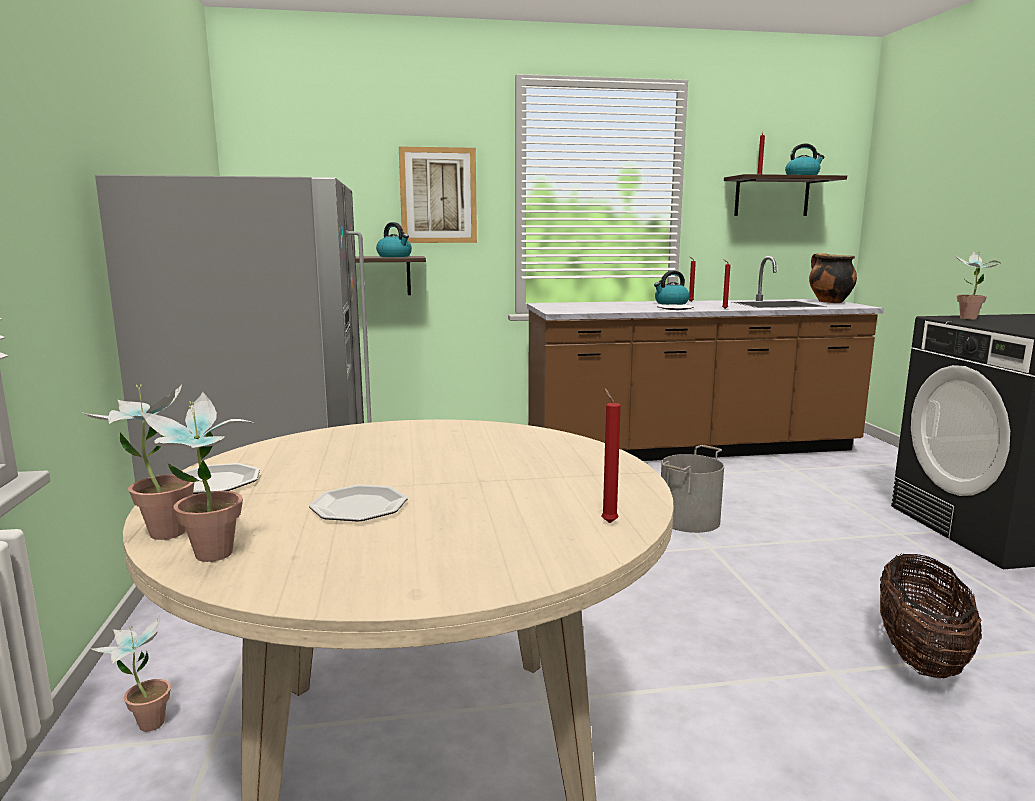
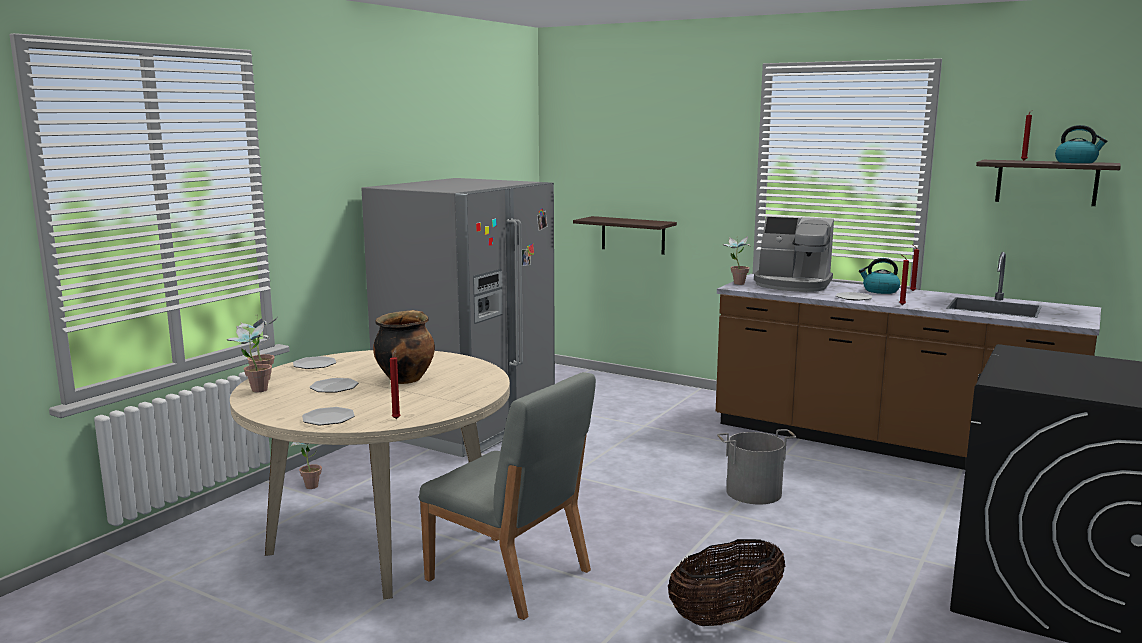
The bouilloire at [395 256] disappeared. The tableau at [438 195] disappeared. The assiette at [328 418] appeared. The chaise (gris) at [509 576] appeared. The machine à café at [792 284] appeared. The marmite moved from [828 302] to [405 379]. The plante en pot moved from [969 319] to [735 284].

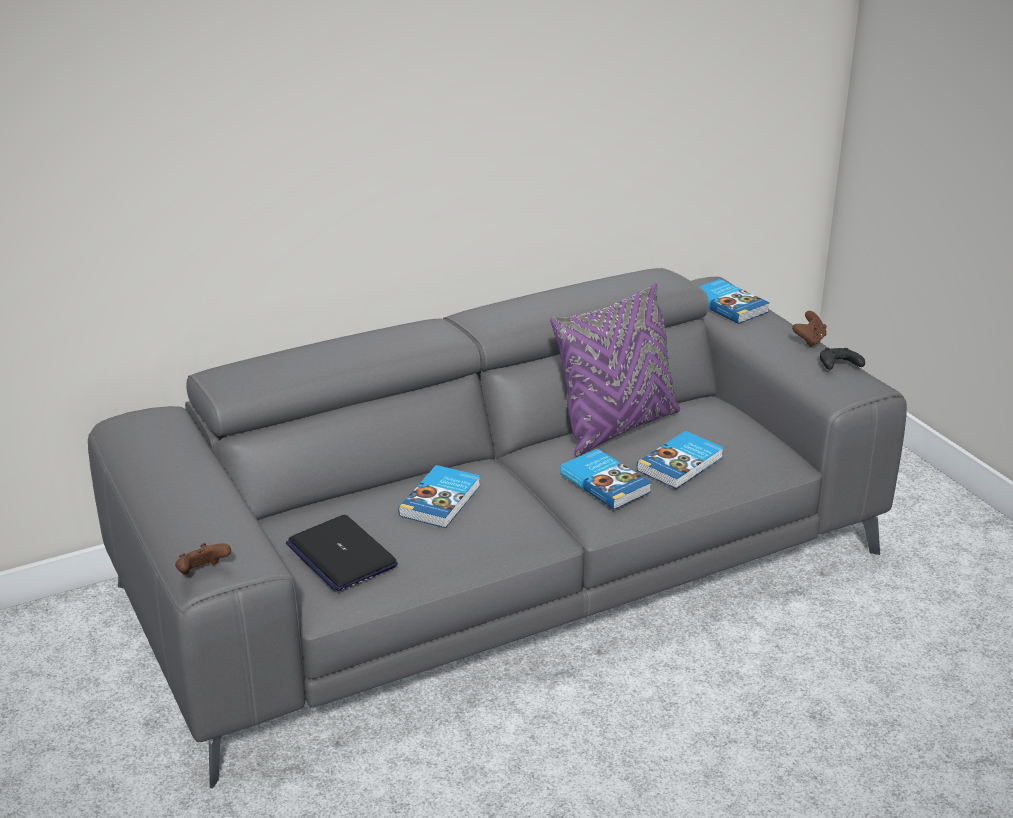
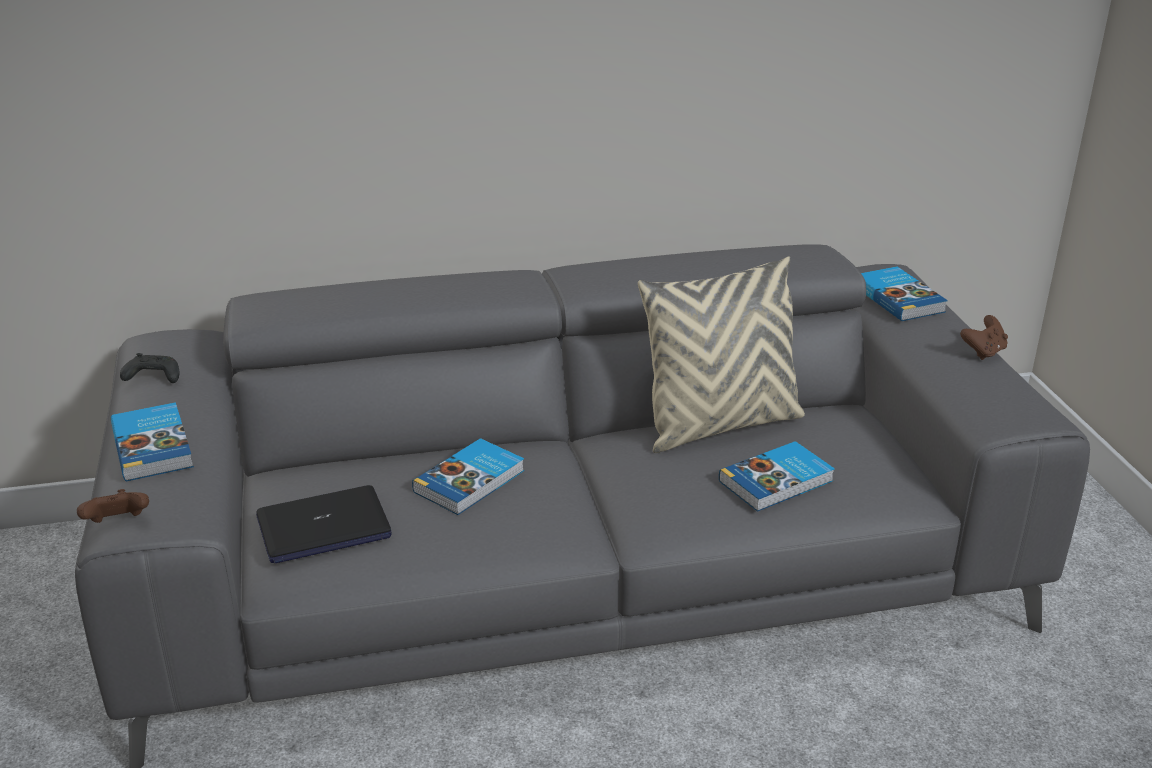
The livre moved from [605 482] to [154 446]. The manette (noir) moved from [838 366] to [152 378]. The coussin (violet) at [616 427] became the coussin (beige) at [720 425]. The ordinateur portable at [341 555] turned 90 degrees counterclockwise.

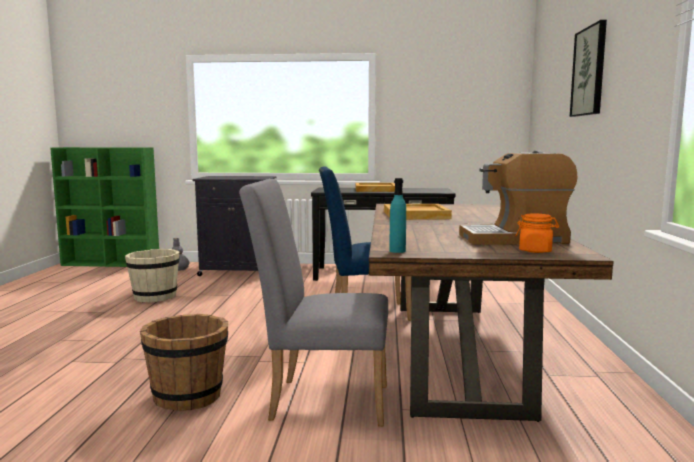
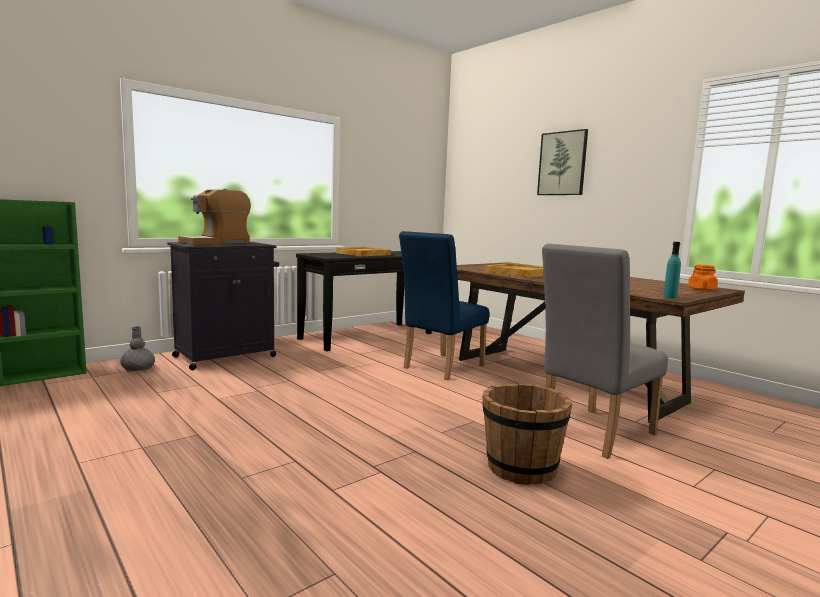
The seau (beige) at [155 297] disappeared. The machine à café moved from [514 239] to [216 243].

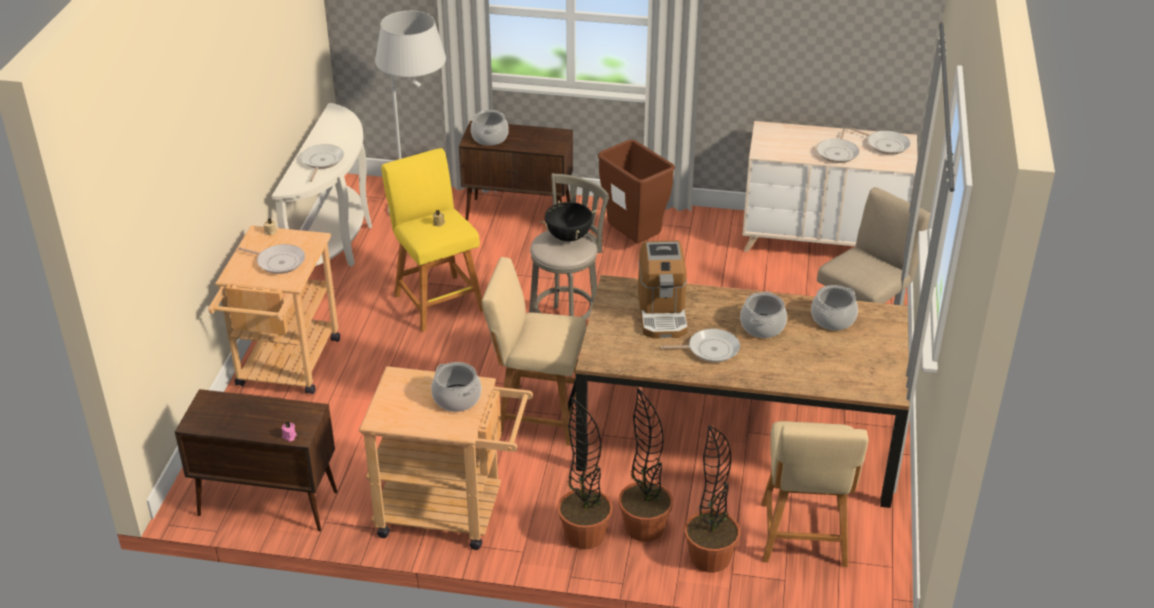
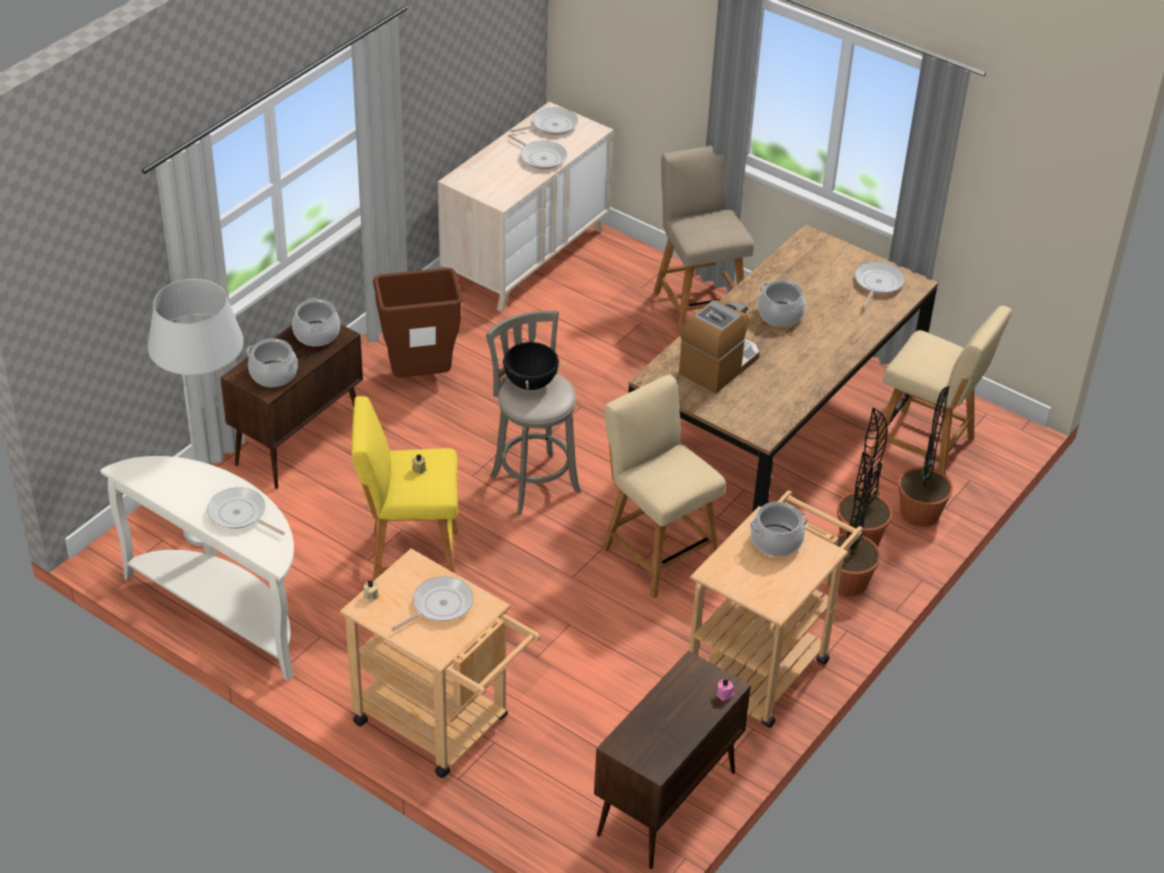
The poêle moved from [710 349] to [877 284]. The marmite moved from [833 319] to [317 334]. The chaise (beige) at [536 414] turned 105 degrees clockwise. The machine à café at [662 313] turned 75 degrees counterclockwise.

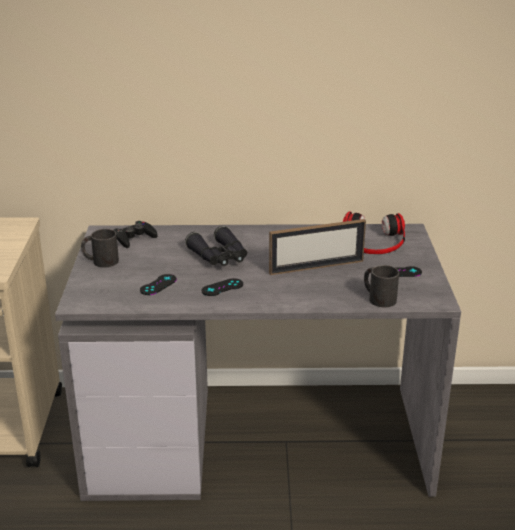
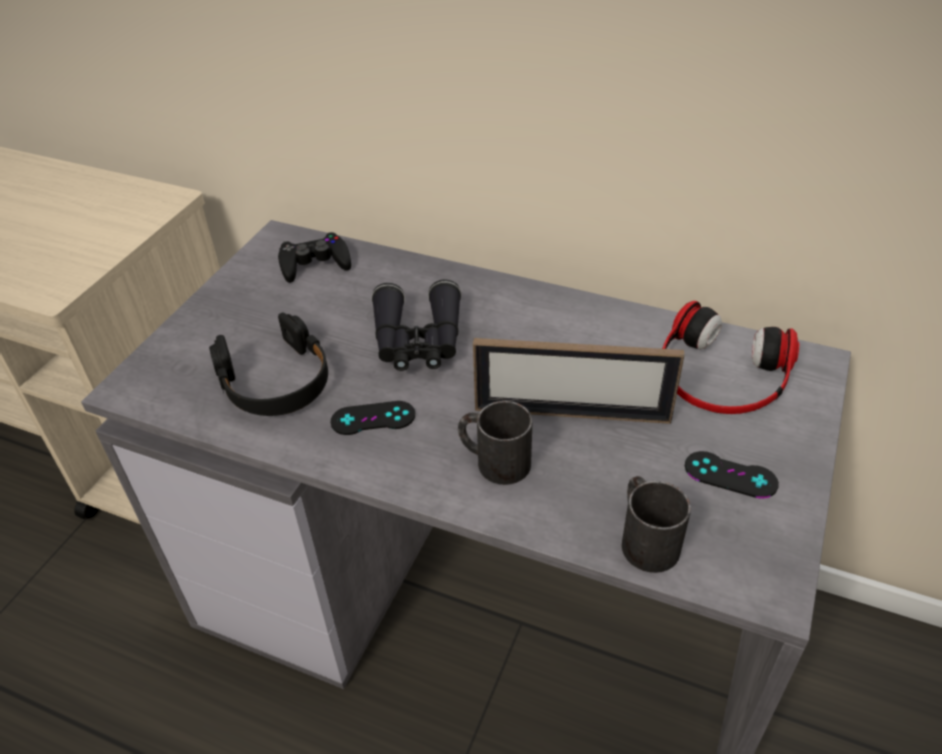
The mug (noir) moved from [100 261] to [493 460]. The manette (noir) at [158 285] was replaced by the casque audio (noir) at [276 381].

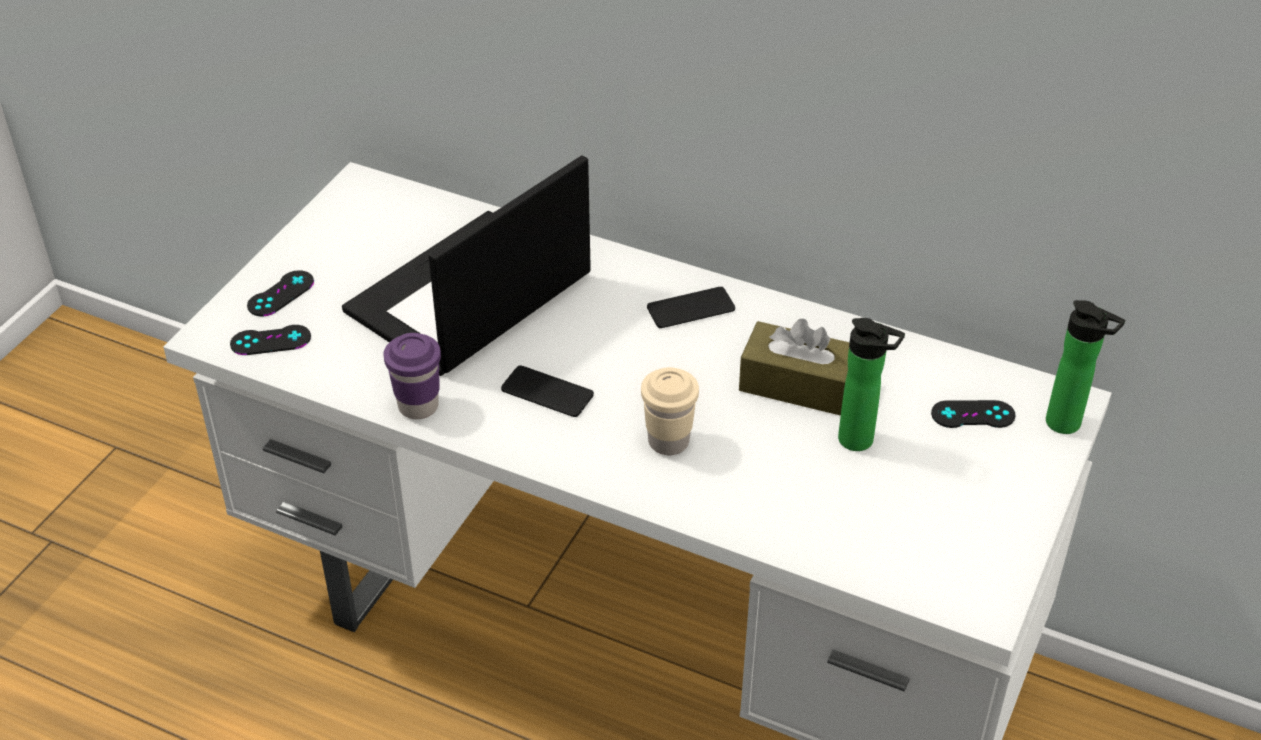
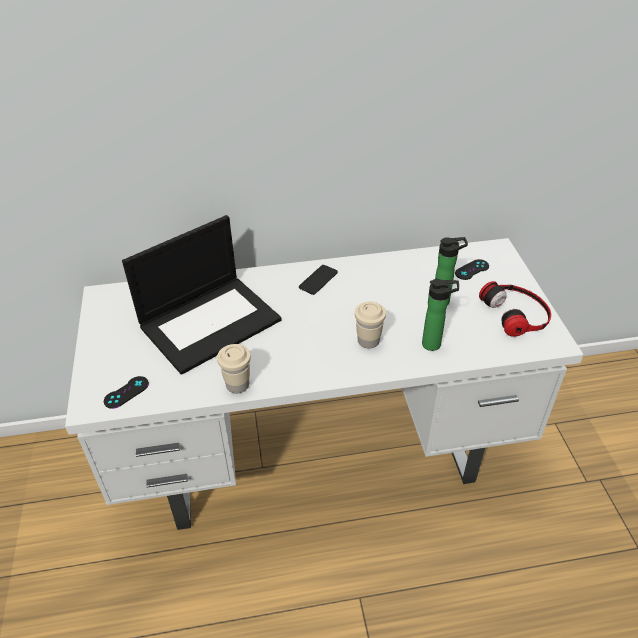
The manette (noir) at [281 294] disappeared. The téléphone at [547 392] disappeared. The boîte à mouchoirs (marron) at [798 385] disappeared. The casque audio at [517 313] appeared. The bouteille moved from [1068 425] to [434 344]. The tasse (violet) at [418 406] became the tasse (beige) at [237 385]. The ordinateur portable at [469 296] turned 135 degrees counterclockwise.

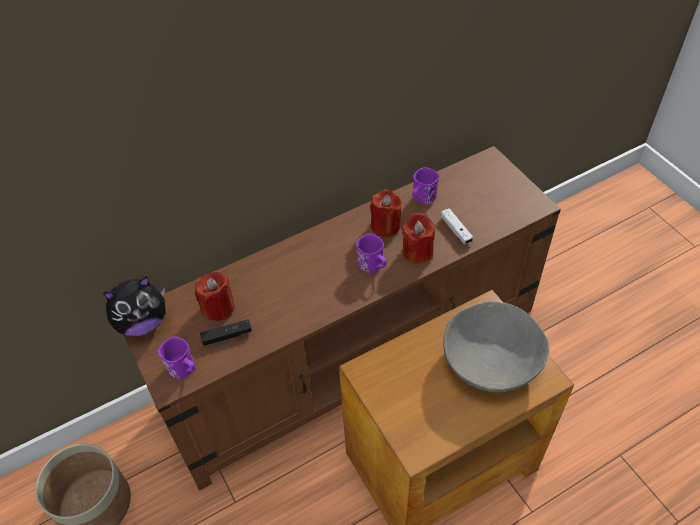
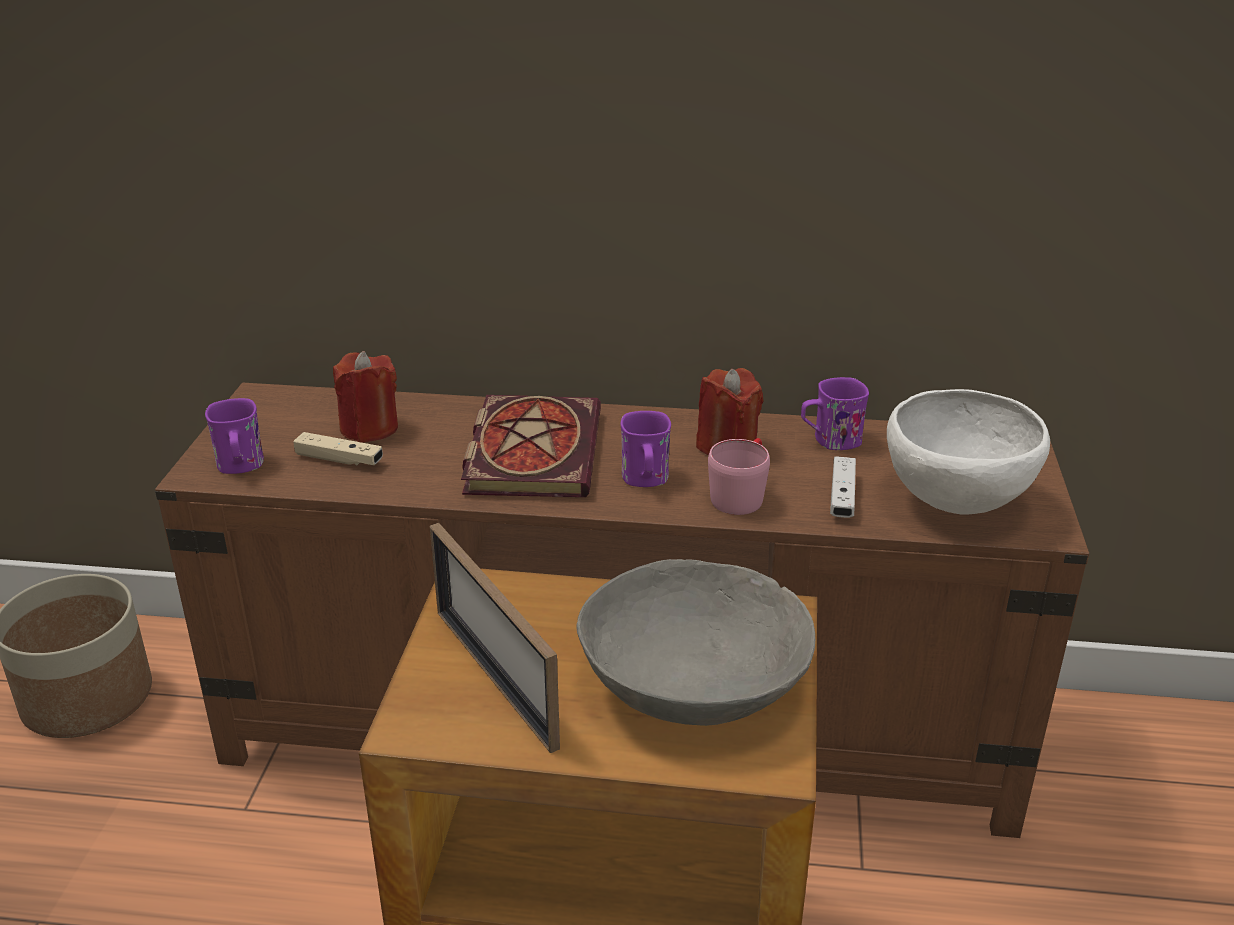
The peluche at [143 323] disappeared. The cadre photo at [495 676] appeared. The livre at [531 450] appeared. The bol (blanc) at [956 504] appeared. The bougie (rouge) at [417 251] was replaced by the mug (rose) at [741 494]. The manette (noir) at [227 336] became the manette (beige) at [339 459].

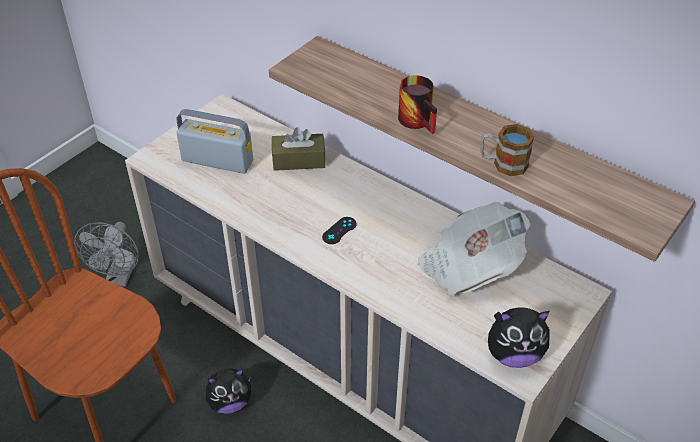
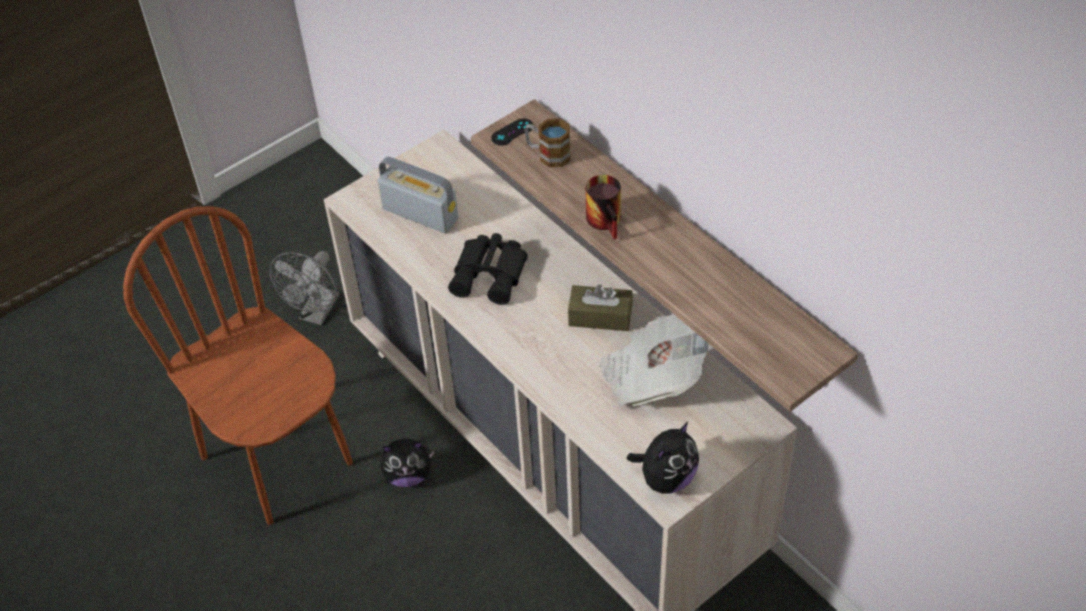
The jumelles (noir) at [491 274] appeared. The boîte à mouchoirs (marron) moved from [299 160] to [600 316]. The manette (noir) moved from [339 230] to [512 132]. The mug moved from [503 164] to [548 154]. The peluche at [513 354] turned 60 degrees counterclockwise.

